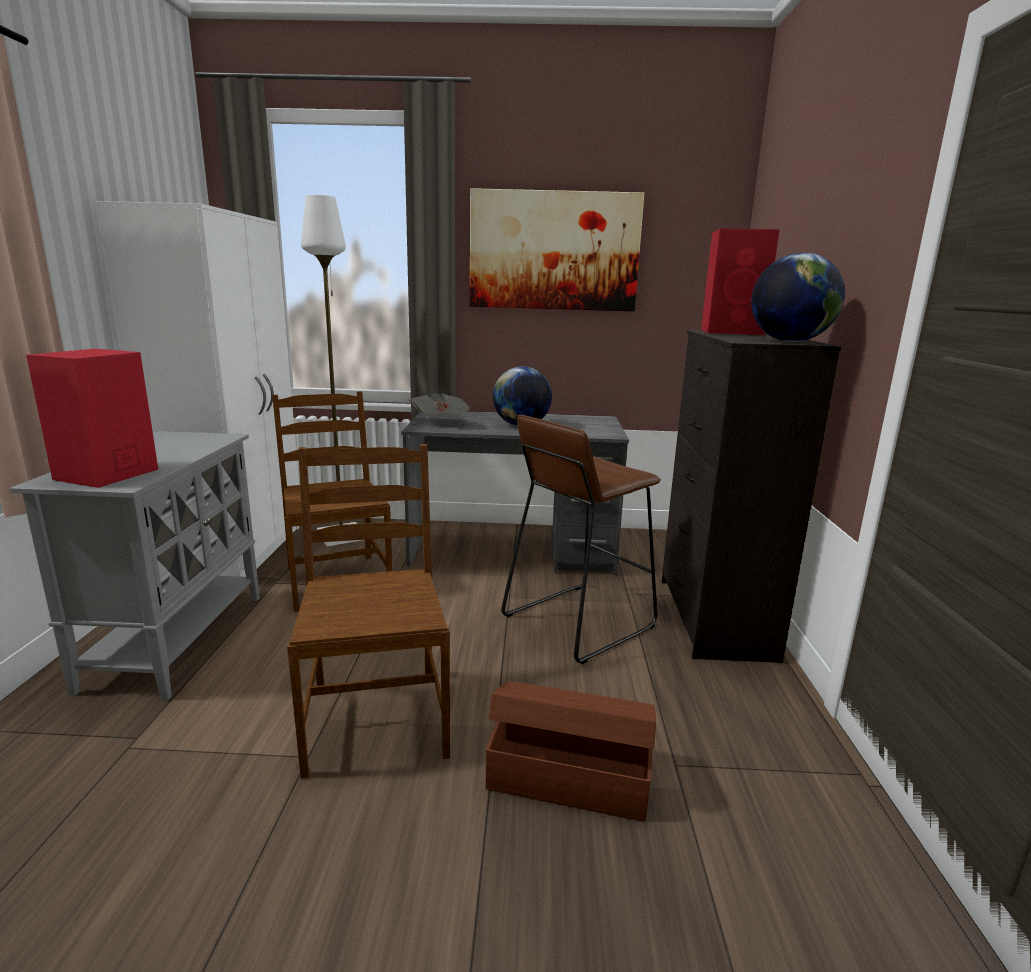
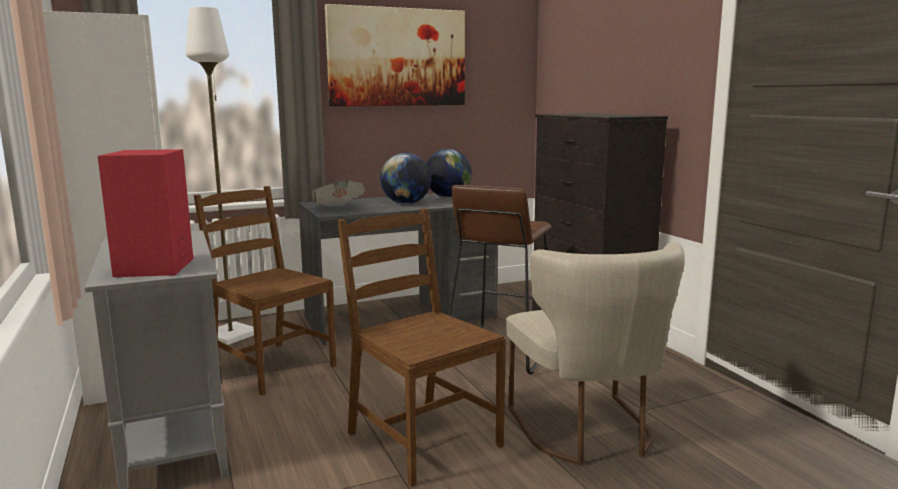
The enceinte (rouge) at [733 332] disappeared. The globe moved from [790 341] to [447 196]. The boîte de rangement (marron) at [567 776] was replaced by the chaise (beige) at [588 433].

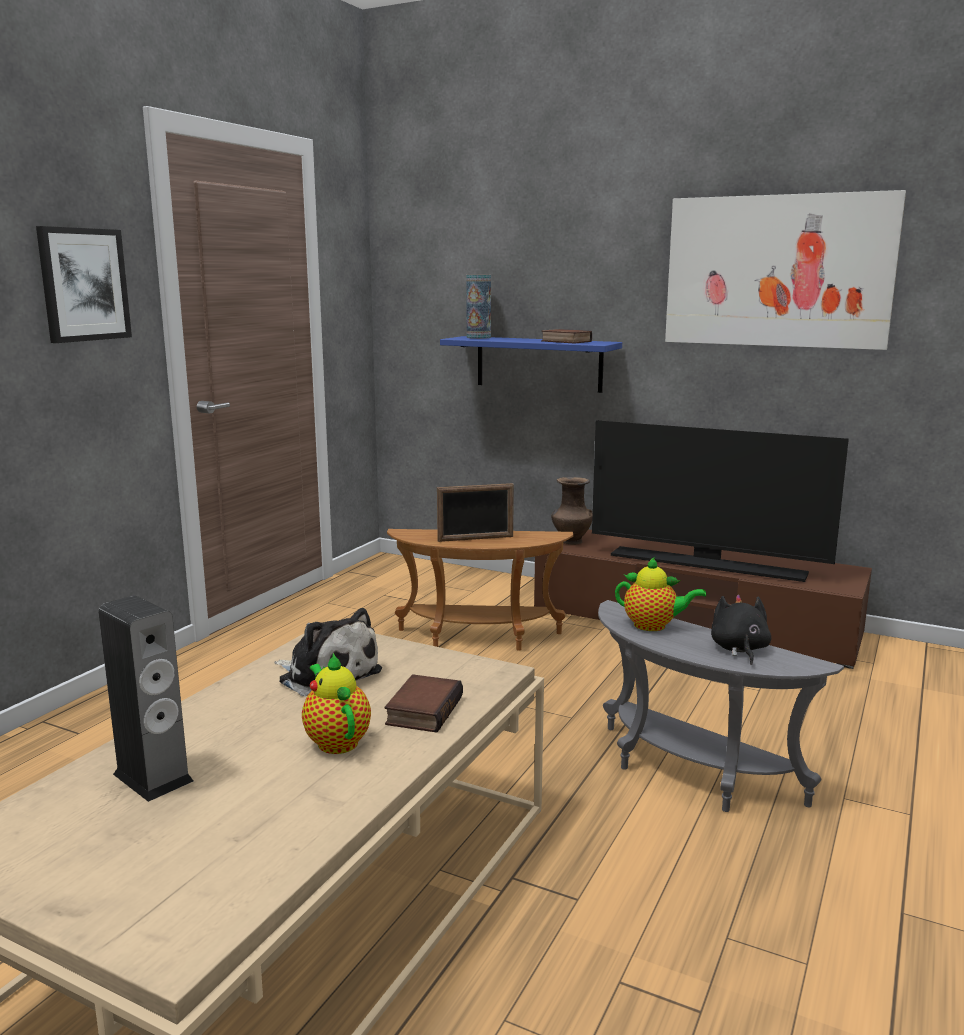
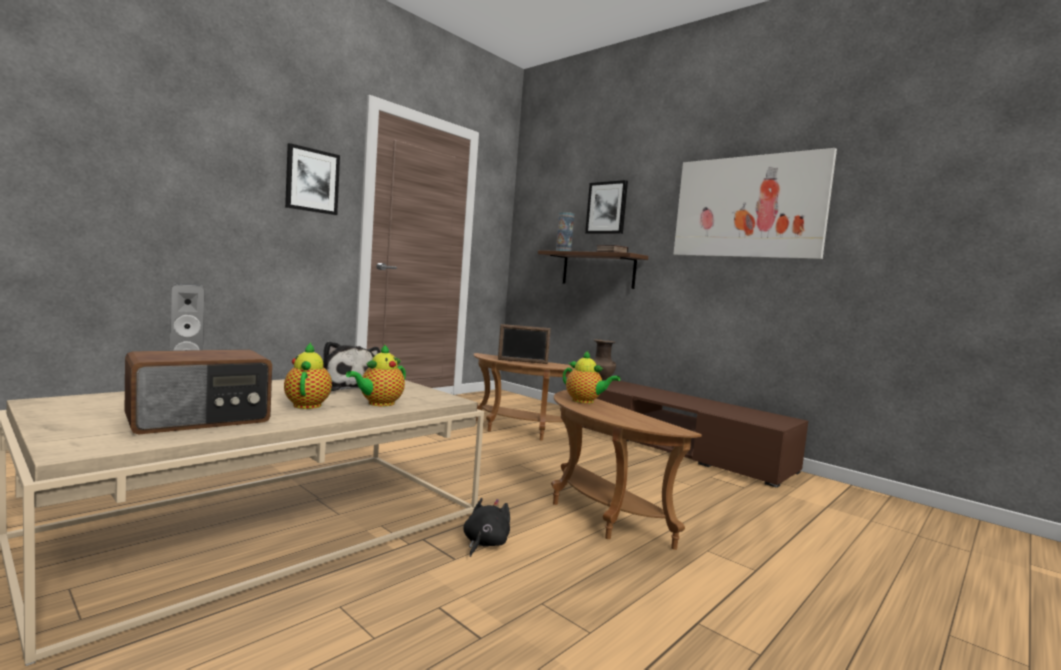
The téléviseur at [708 564] disappeared. The radio at [200 419] appeared. The tableau at [606 208] appeared. The peluche (noir) moved from [739 649] to [484 543]. The livre at [422 710] was replaced by the théière at [379 404]. The étagère (bleu) at [538 363] became the étagère (marron) at [598 270]. The table d'appoint (gris) at [688 775] became the table d'appoint (marron) at [598 515].

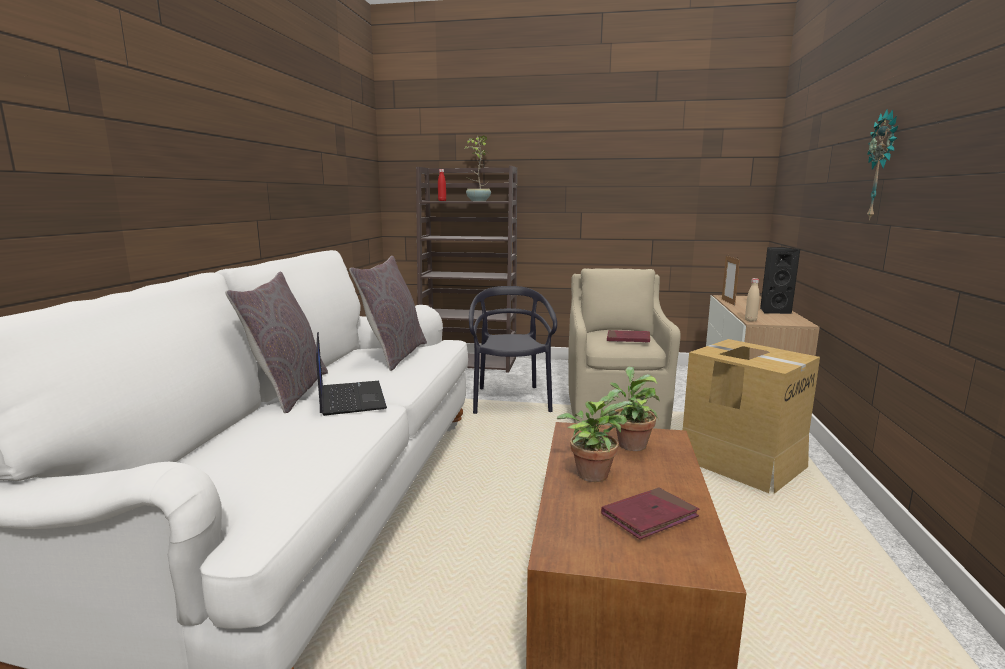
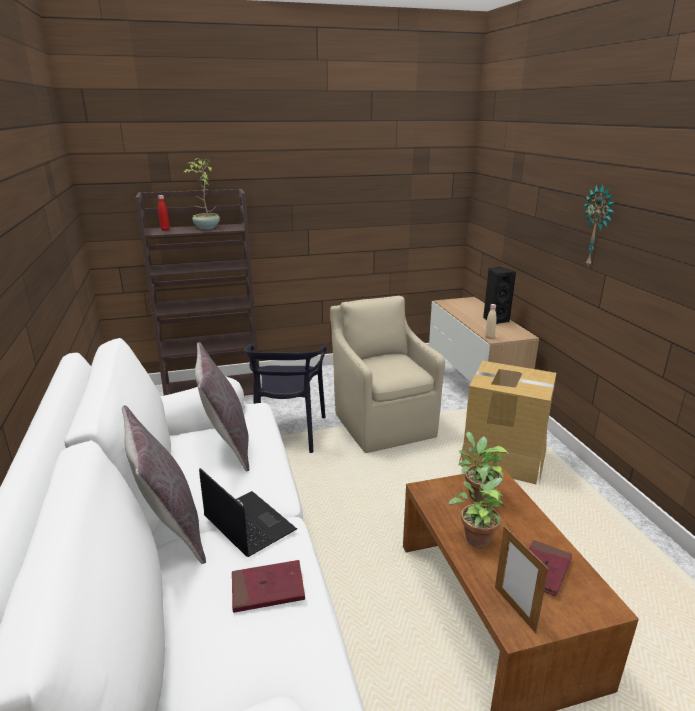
The livre (rouge) moved from [628 339] to [267 589]. The cadre photo moved from [728 302] to [514 609]. The chaise (noir) at [510 400] turned 150 degrees counterclockwise.

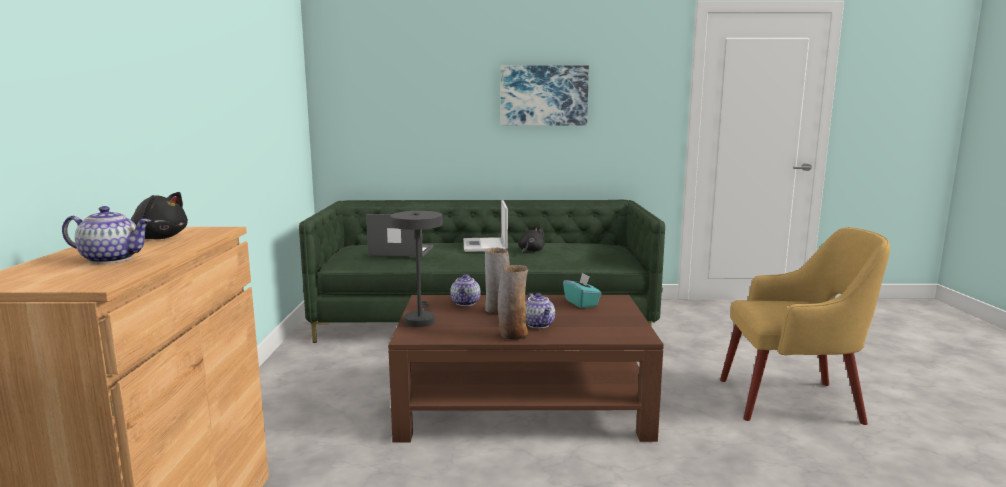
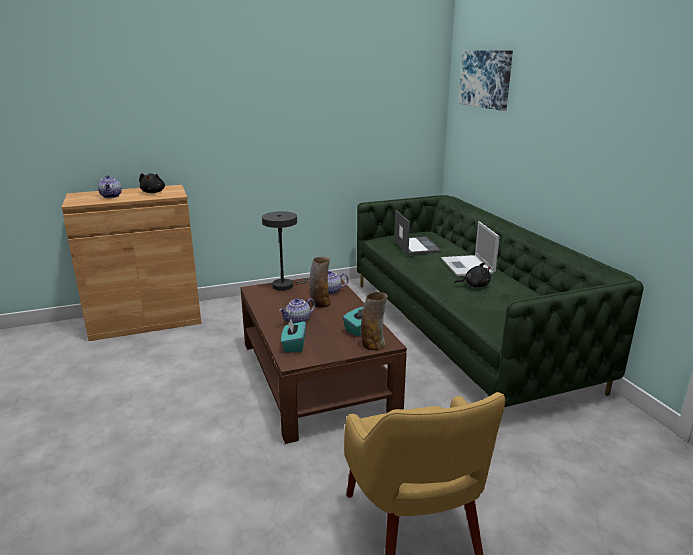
The boîte à mouchoirs (turquoise) at [294 345] appeared. The vase moved from [513 335] to [373 345]. The tableau moved from [543 95] to [486 79]. The ordinateur portable at [485 245] turned 75 degrees counterclockwise.

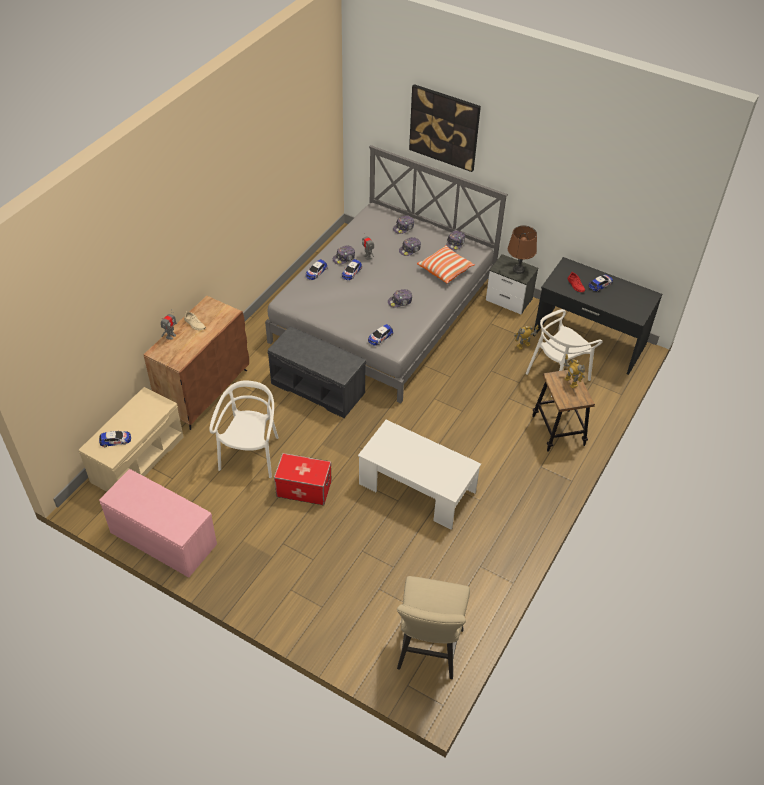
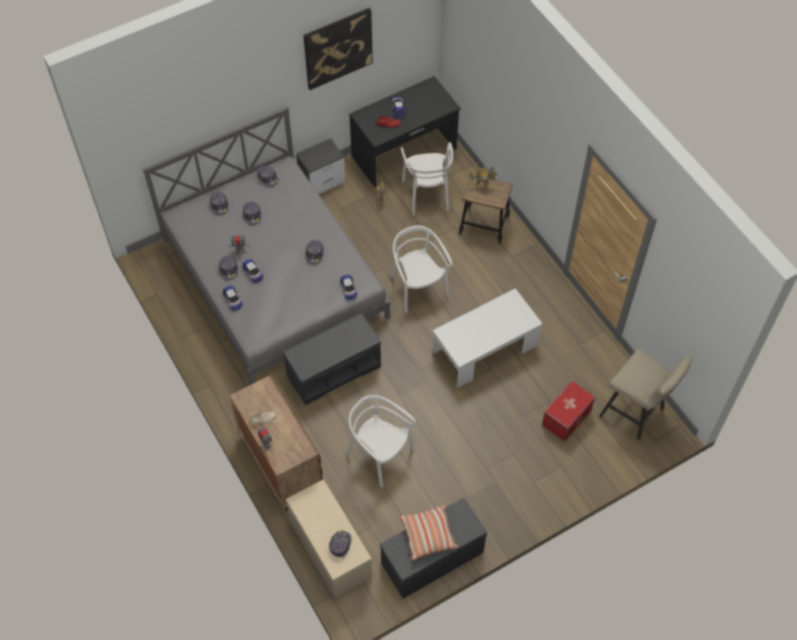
The lampe de table (marron) at [518 269] disappeared. The chaise (blanc) at [418 288] appeared. The boîte de rangement moved from [303 489] to [566 418]. The tableau moved from [444 127] to [338 48]. The coussin moved from [445 270] to [427 535]. The petite voiture at [115 440] was replaced by the casquette at [340 544]. The banc (rose) at [162 538] became the banc (gris) at [432 559].

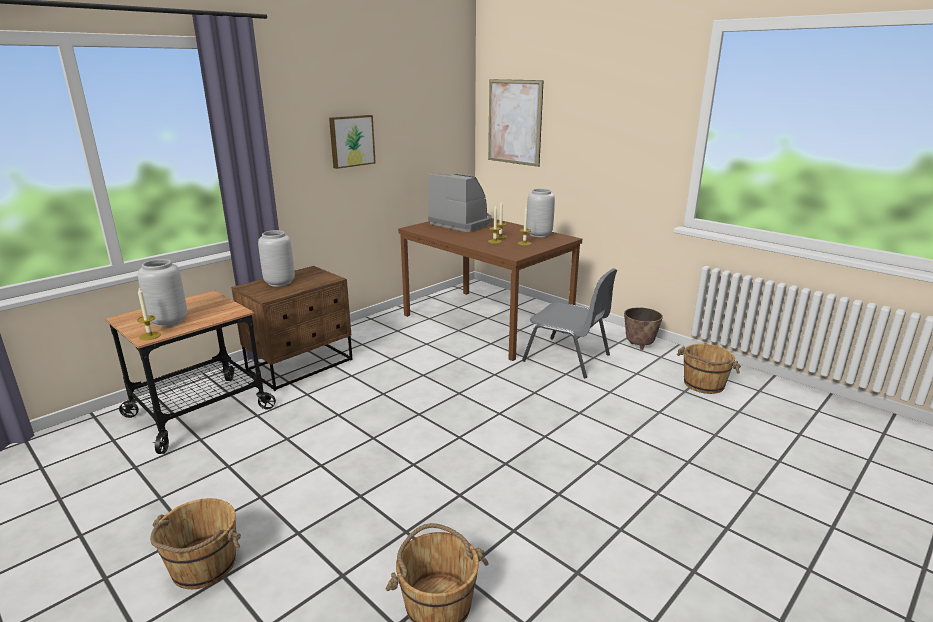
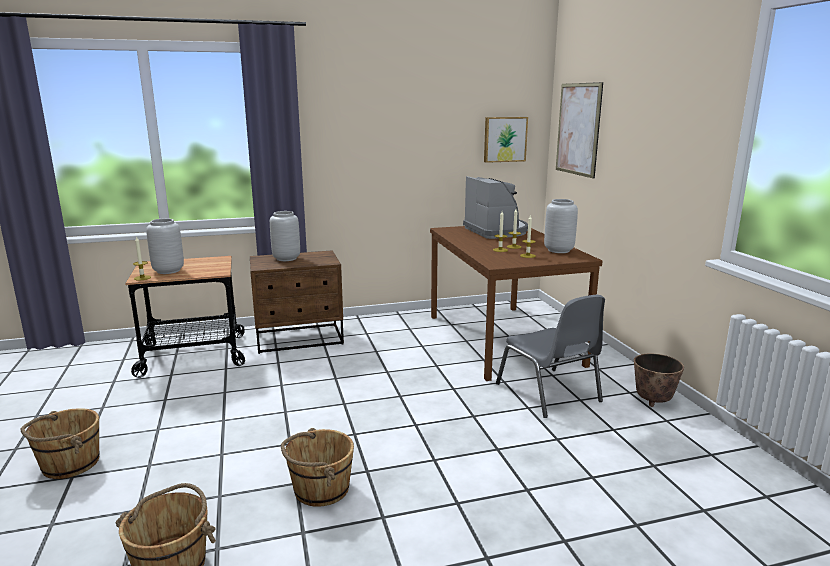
The tableau moved from [351 141] to [504 139]. The seau (marron) moved from [703 384] to [320 489].

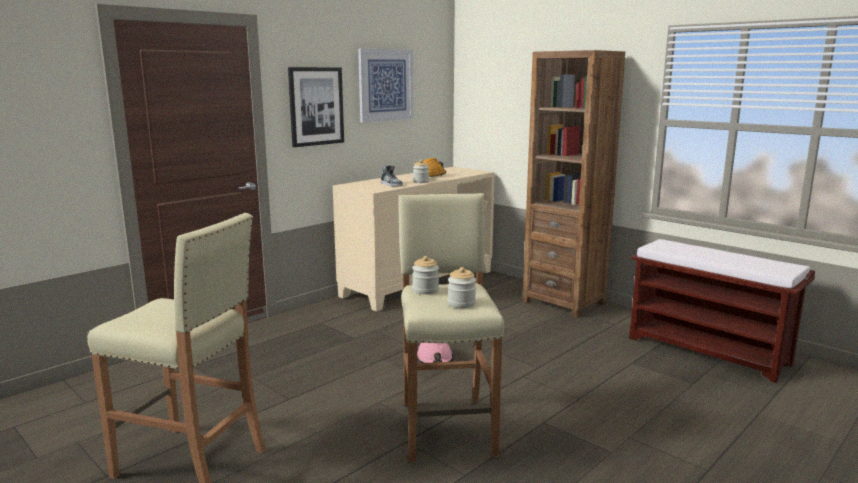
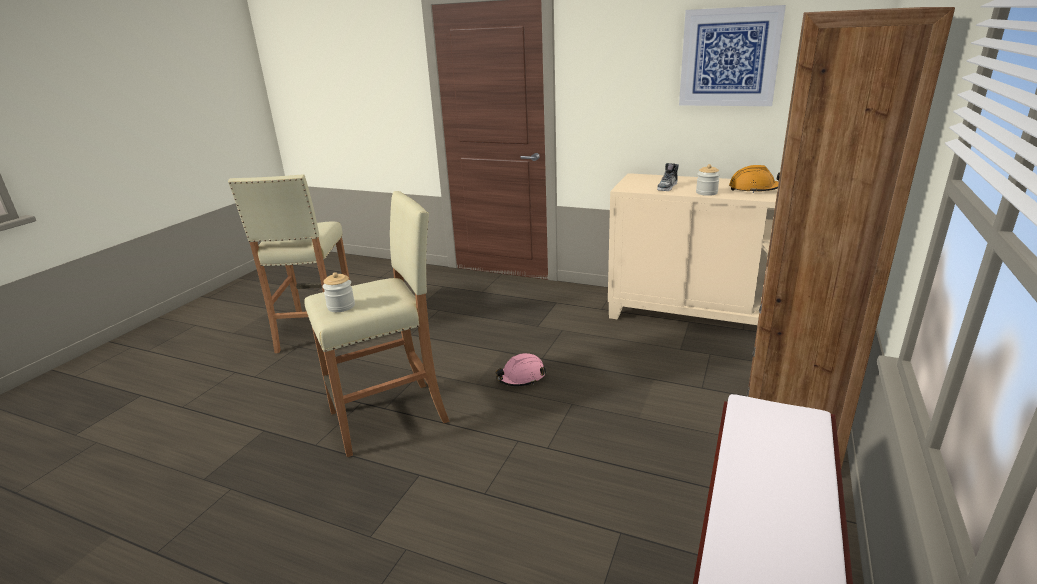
The tableau at [316 106] disappeared. The bocal at [425 290] disappeared.

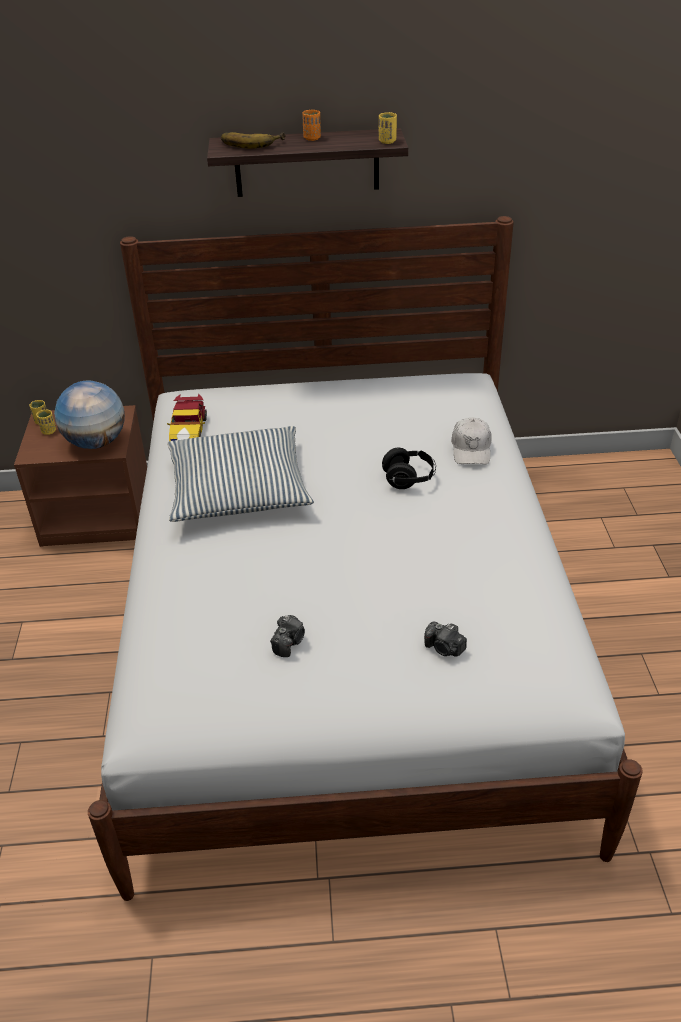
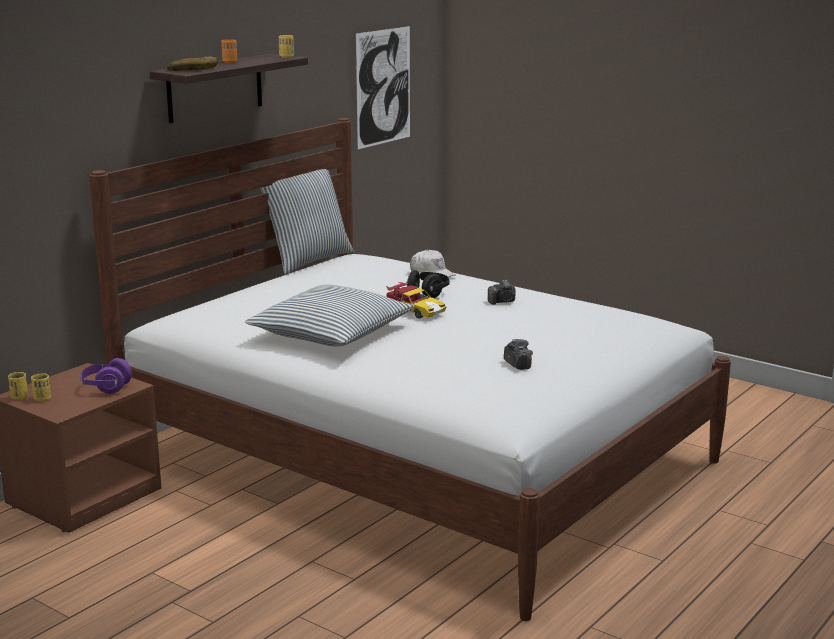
The coussin at [307 260] appeared. The tableau at [383 87] appeared. The petite voiture moved from [188 430] to [414 311]. The appareil photo moved from [444 648] to [502 302]. The globe at [96 442] was replaced by the casque audio (violet) at [106 388].

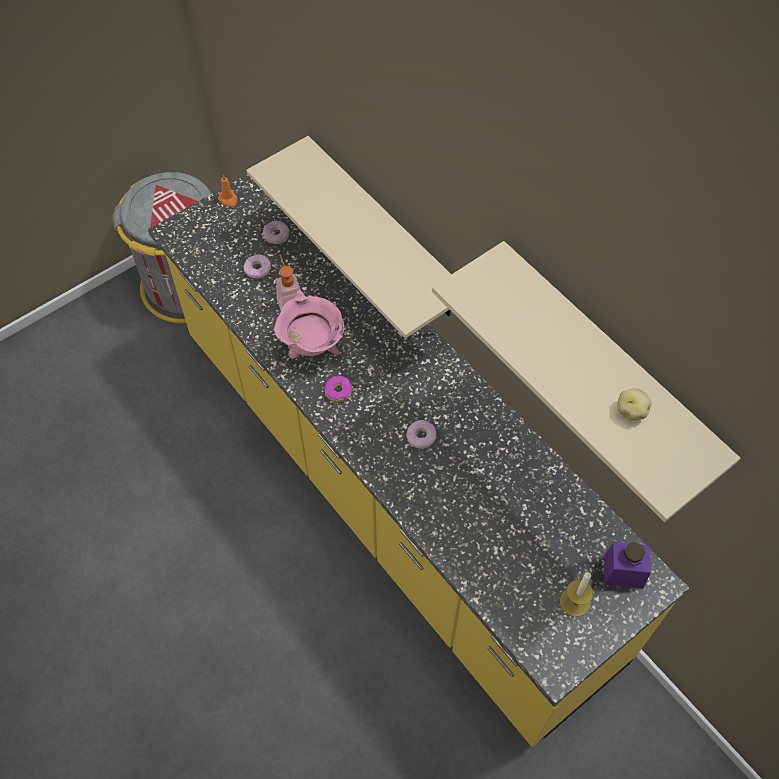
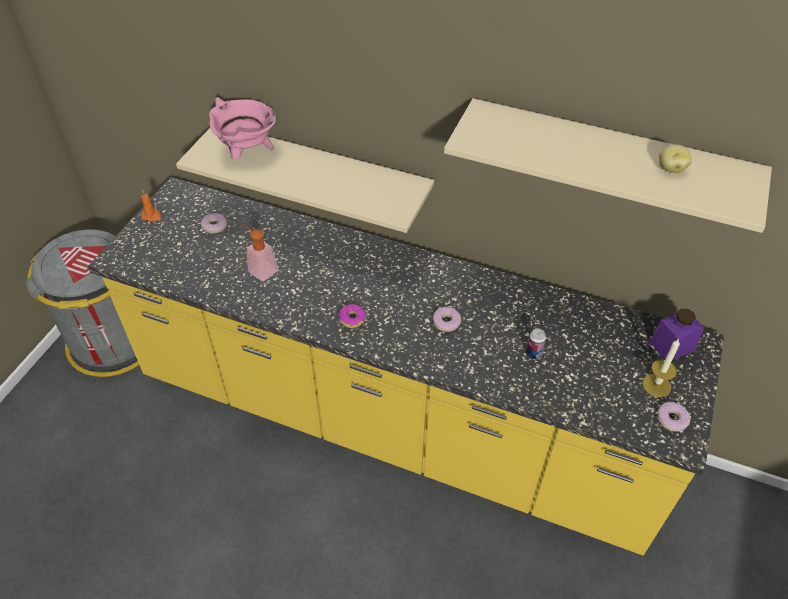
The boîte métallique at [533 354] appeared. The beignet moved from [258 269] to [672 419]. The marmite (rose) moved from [312 348] to [247 153].

